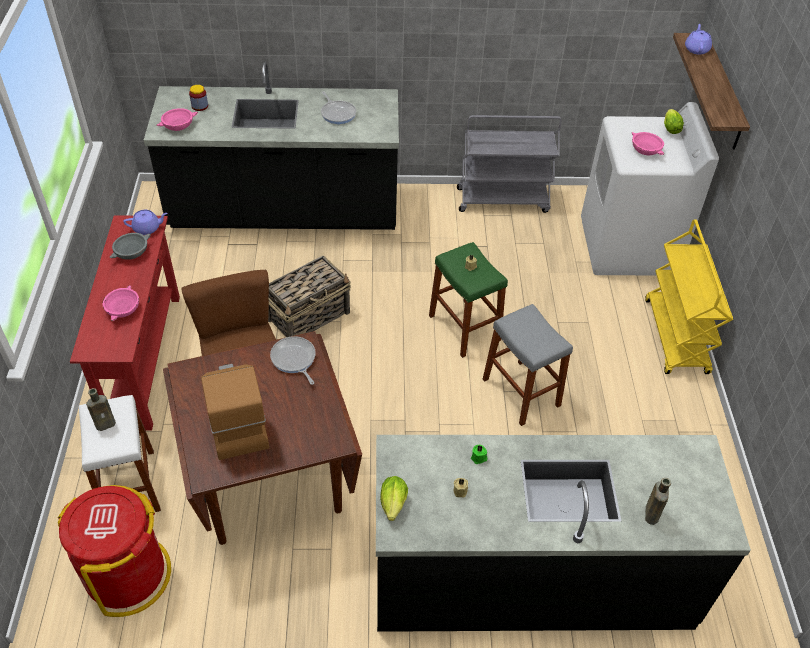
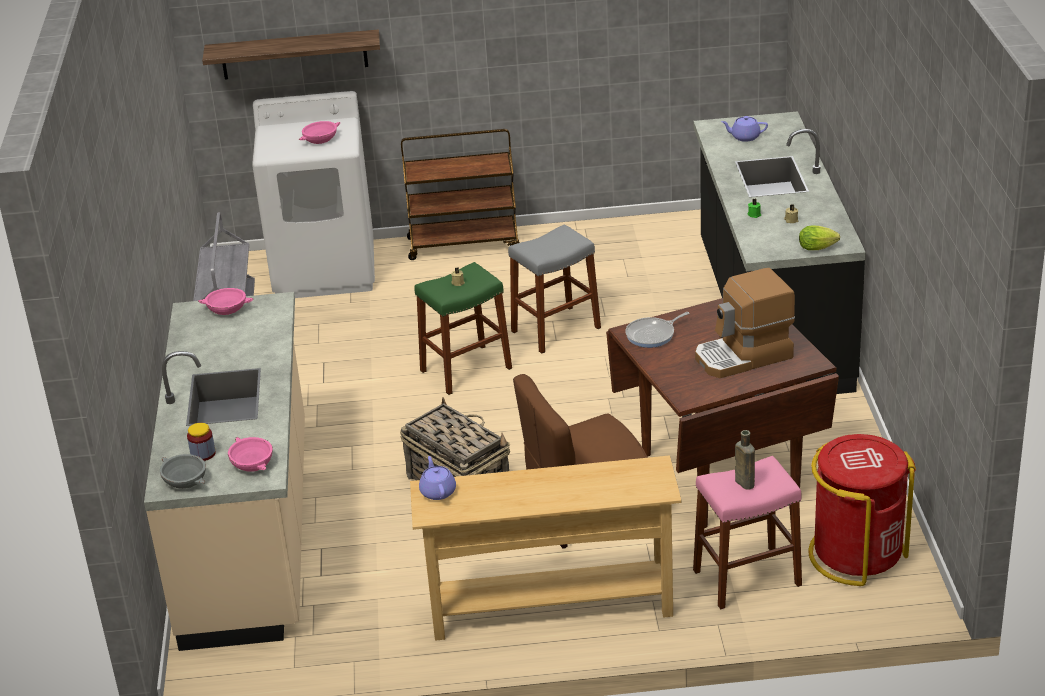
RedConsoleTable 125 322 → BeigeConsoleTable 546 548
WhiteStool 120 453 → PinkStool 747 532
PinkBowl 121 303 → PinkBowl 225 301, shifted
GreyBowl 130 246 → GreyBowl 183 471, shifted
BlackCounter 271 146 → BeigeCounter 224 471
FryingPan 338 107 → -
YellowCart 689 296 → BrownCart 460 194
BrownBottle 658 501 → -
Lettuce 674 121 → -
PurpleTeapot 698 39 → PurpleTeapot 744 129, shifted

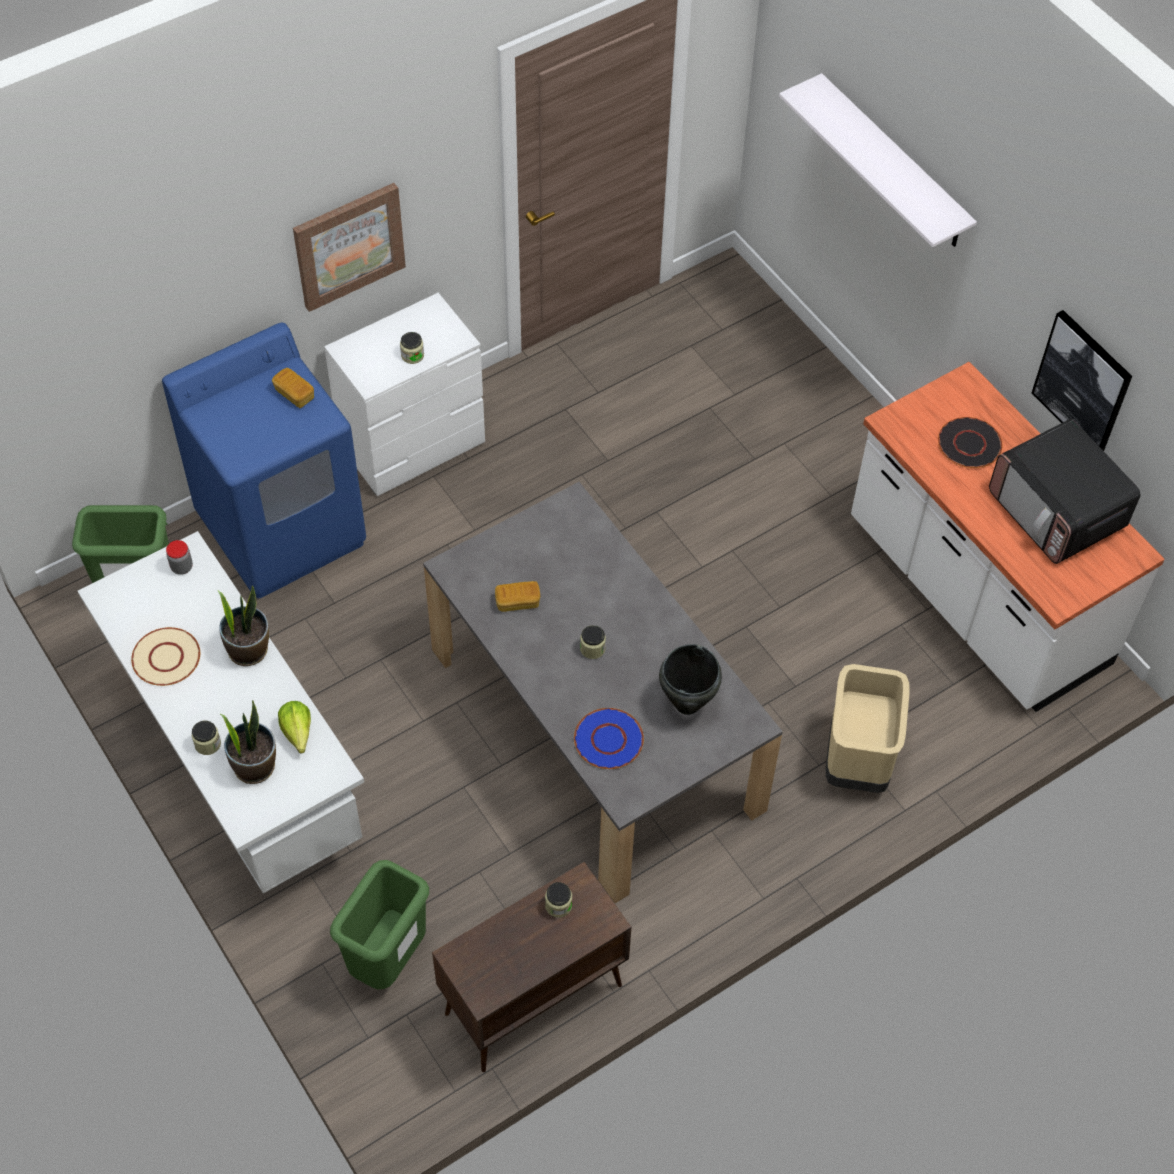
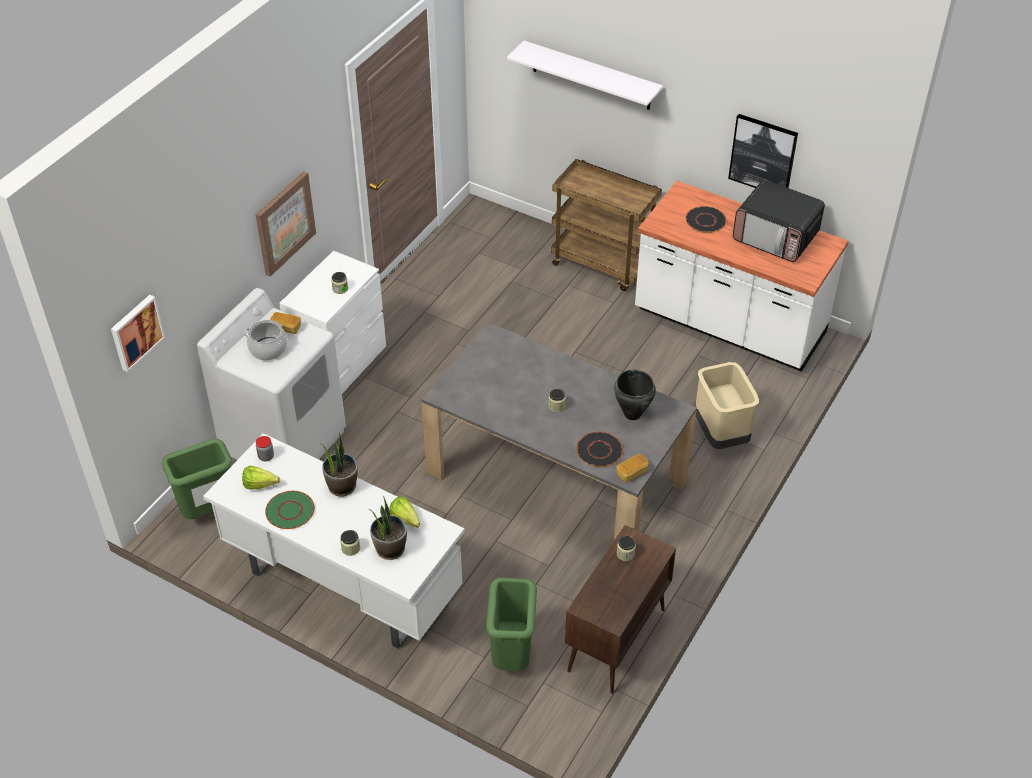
BeigePlate 165 656 → GreenPlate 290 510
BlueWashingMachine 264 460 → WhiteWashingMachine 271 374
Bread 517 596 → Bread 632 468, shifted
BluePlate 609 738 → BlackPlate 599 449
- → Picture 138 333
- → Lettuce 261 477
- → CookingPot 266 340
- → BrownCart 606 225

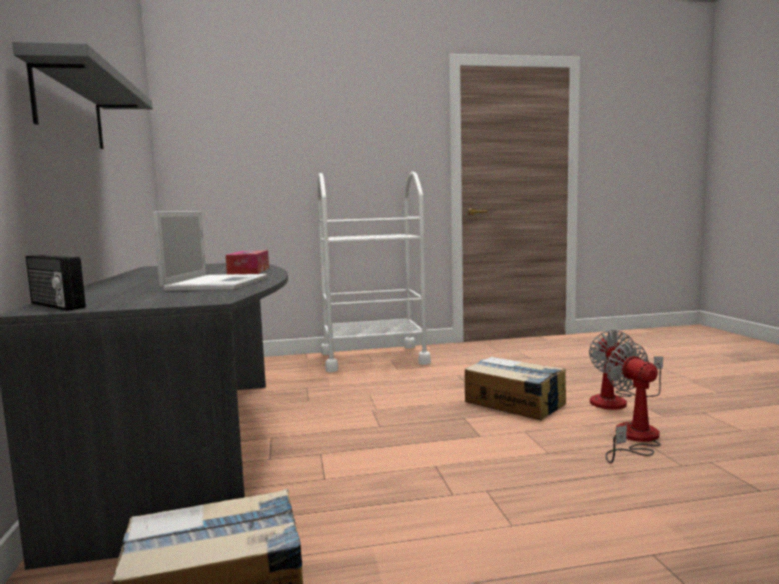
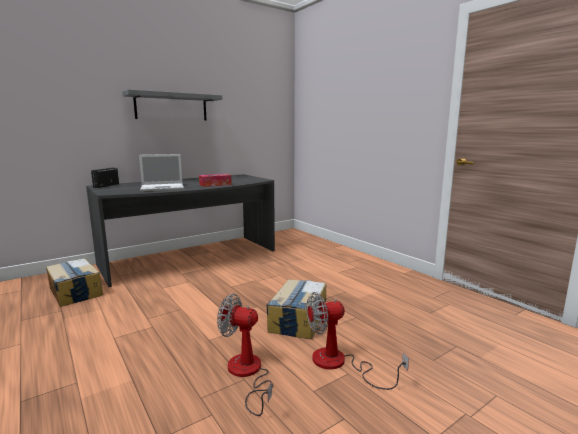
WhiteCart 374 271 → -
Fan 633 403 → Fan 245 355, 120 degrees counterclockwise

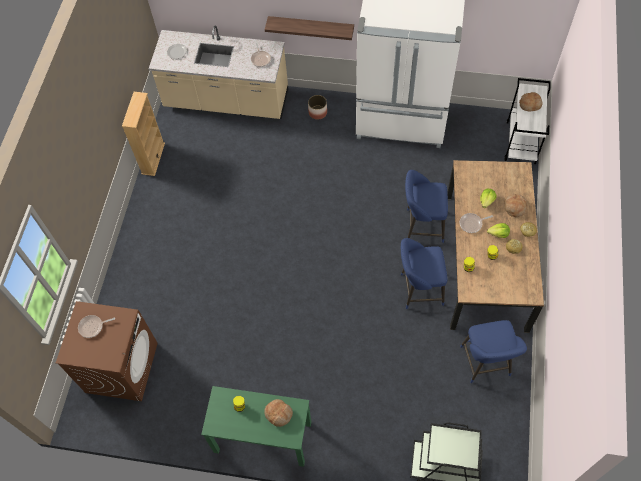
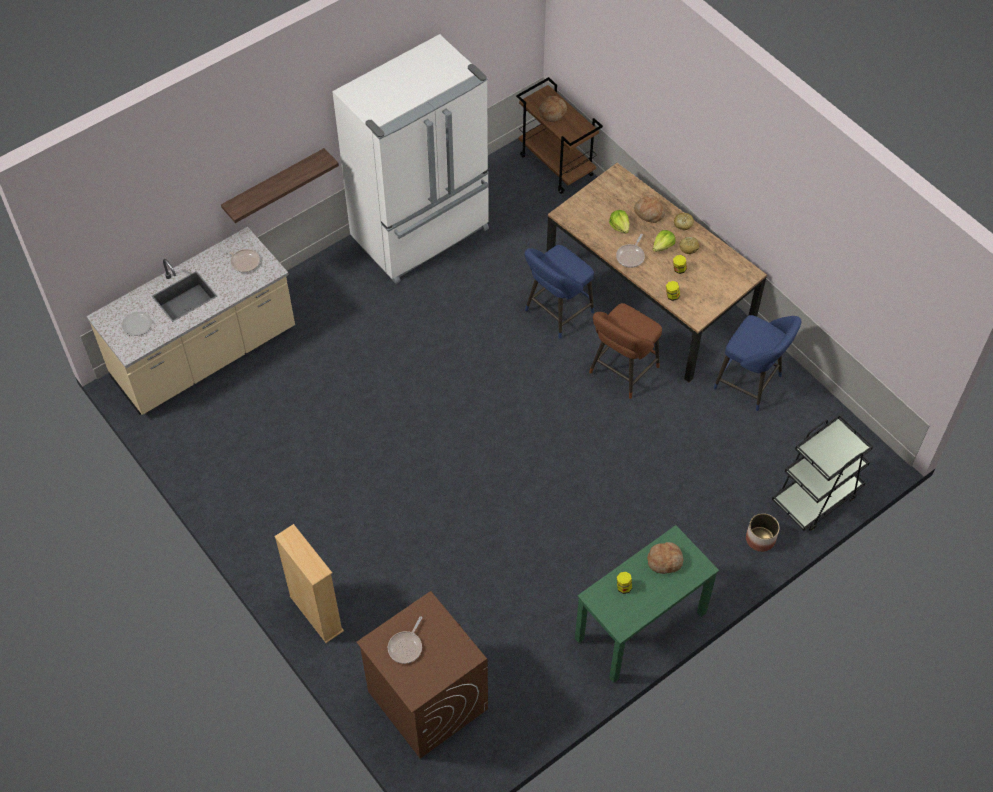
BeigeBookcase 143 134 → BeigeBookcase 309 583, shifted
Planter 317 107 → Planter 762 532, shifted
BlueStool 424 273 → BrownStool 625 351
WhiteCart 527 121 → BrownCart 559 135

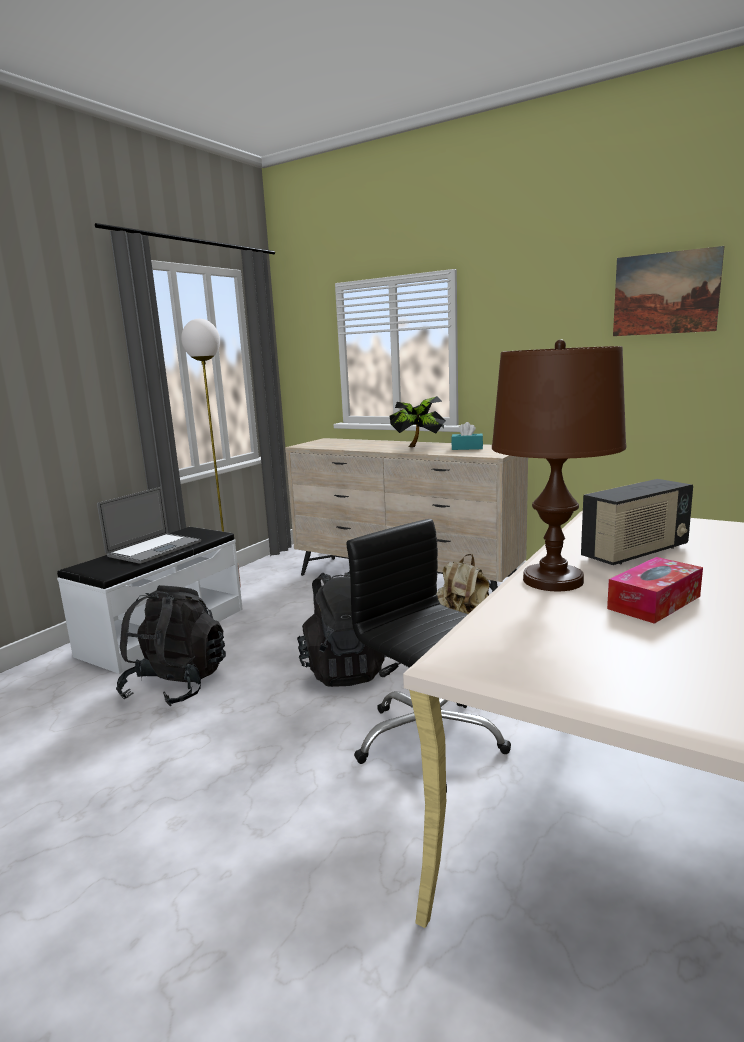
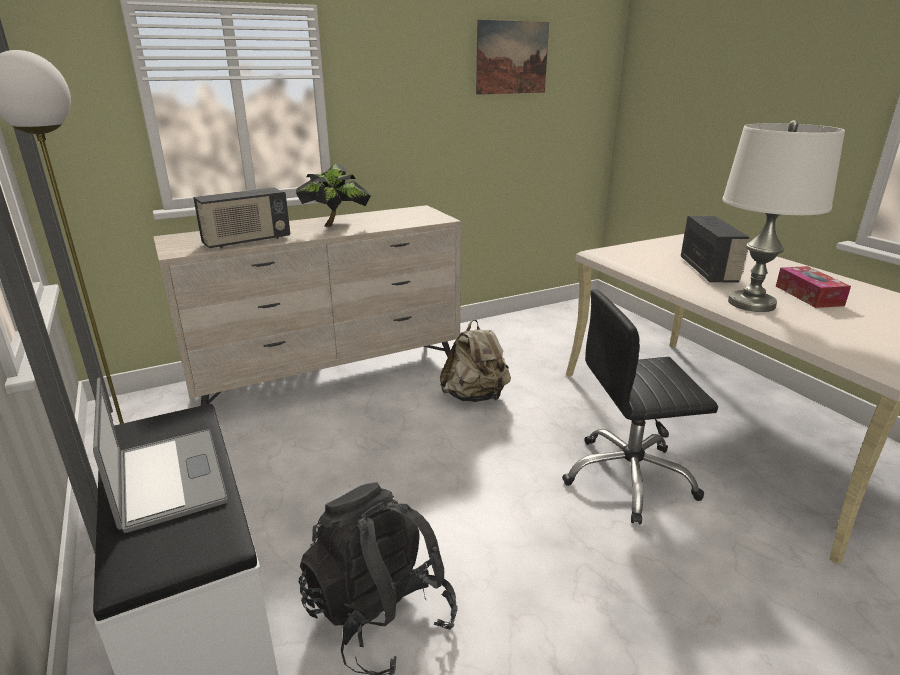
BlackBackpack 342 629 → -
TurquoiseTissueBox 467 436 → -
BrownTableLamp 559 465 → WhiteTableLamp 783 216
- → Radio 241 218

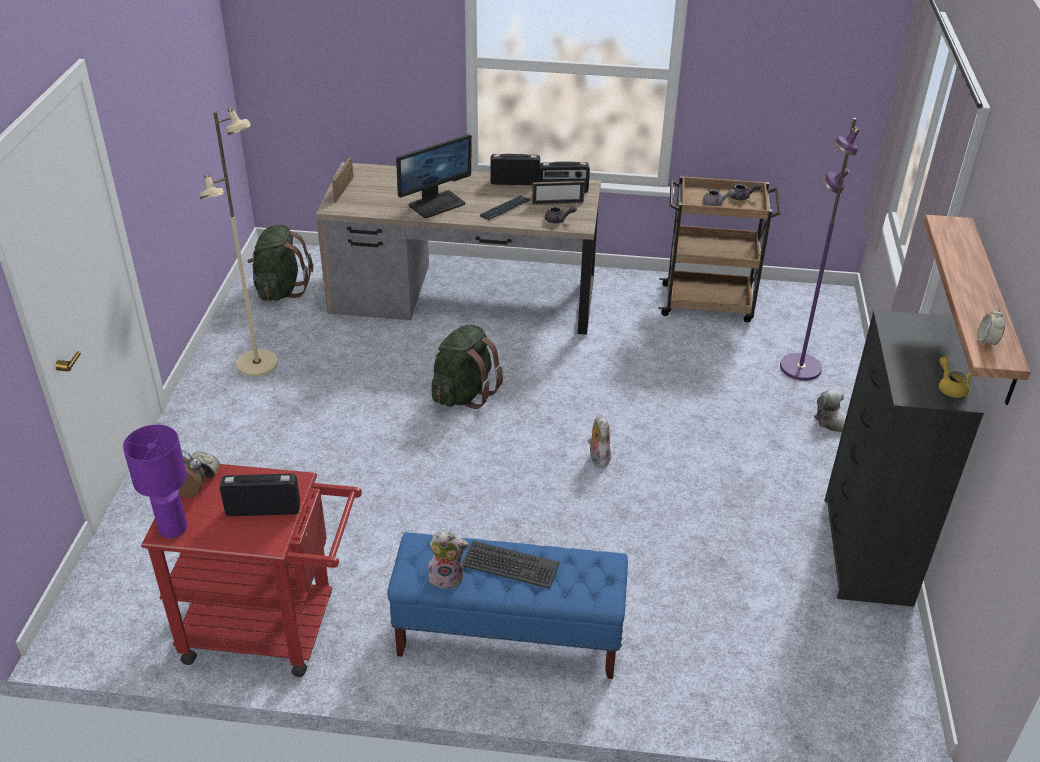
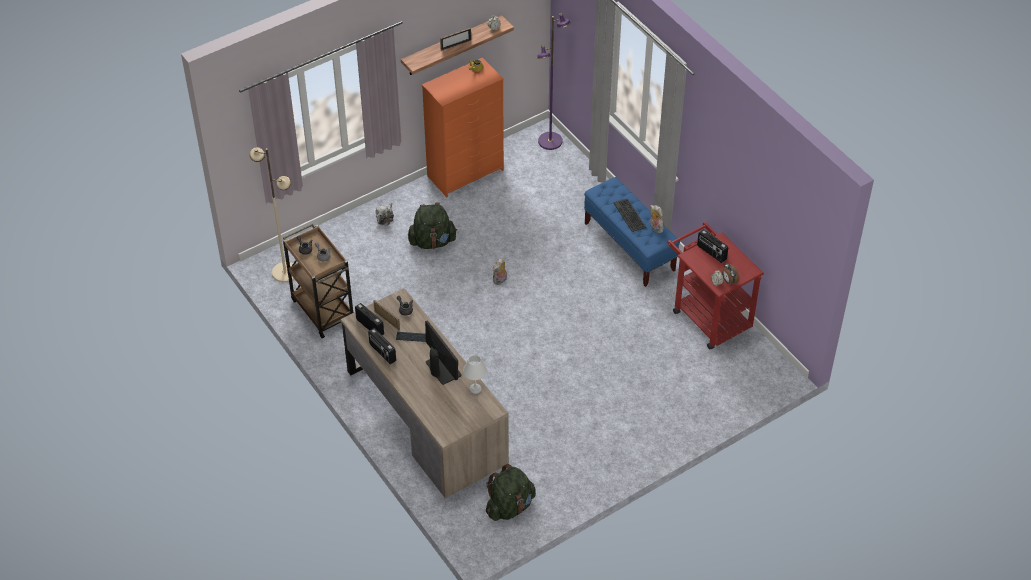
PurpleTableLamp 155 481 → -
BeigeFloorLamp 239 242 → BeigeFloorLamp 272 214, shifted
PictureFrame 343 179 → PictureFrame 455 39, shifted
Monitor 434 176 → Monitor 443 352, 45 degrees clockwise
GreenBackpack 467 366 → GreenBackpack 432 225, shifted
PurpleFloorLamp 820 249 → PurpleFloorLamp 554 81, shifted
BlackDresser 904 458 → OrangeDresser 463 127
- → WhiteTableLamp 475 374

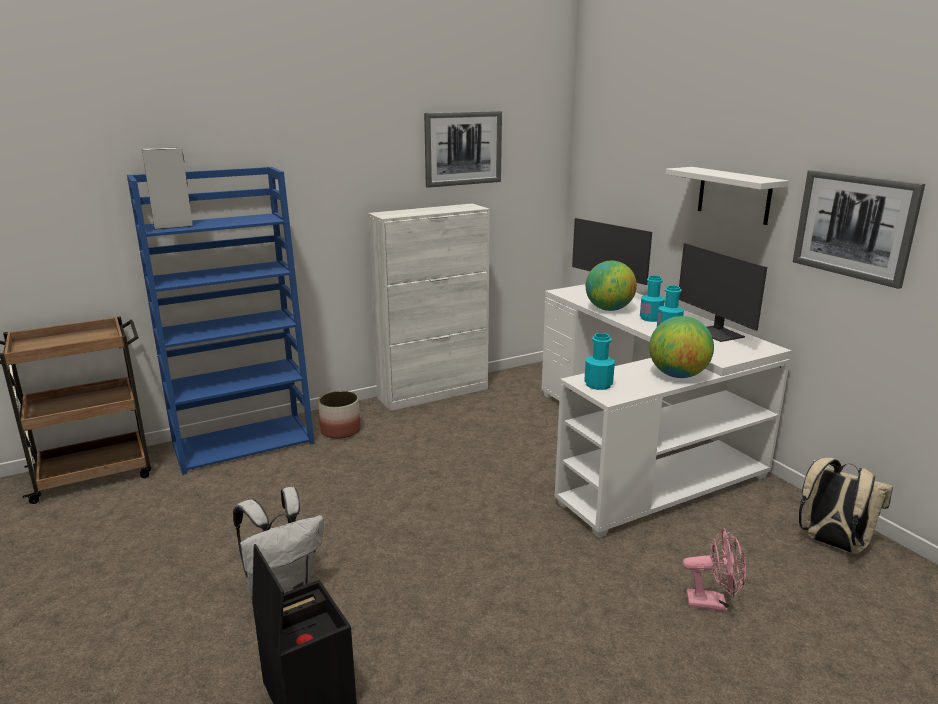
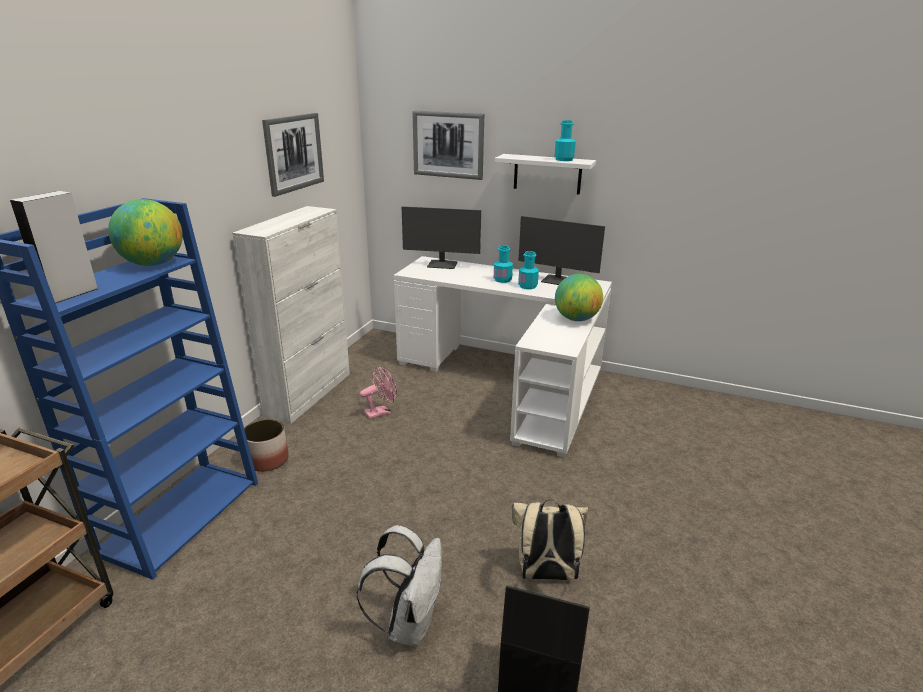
TurquoiseBottle 599 361 → TurquoiseBottle 565 140, shifted
Globe 611 286 → Globe 145 232, shifted
PinkFan 714 569 → PinkFan 378 392, shifted
Picture 859 229 → Picture 448 145, shifted
BeigeBackpack 846 506 → BeigeBackpack 550 539, shifted

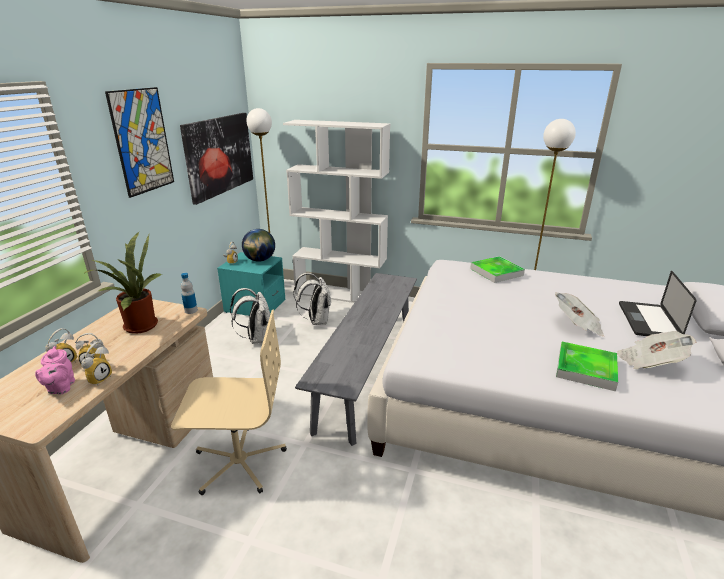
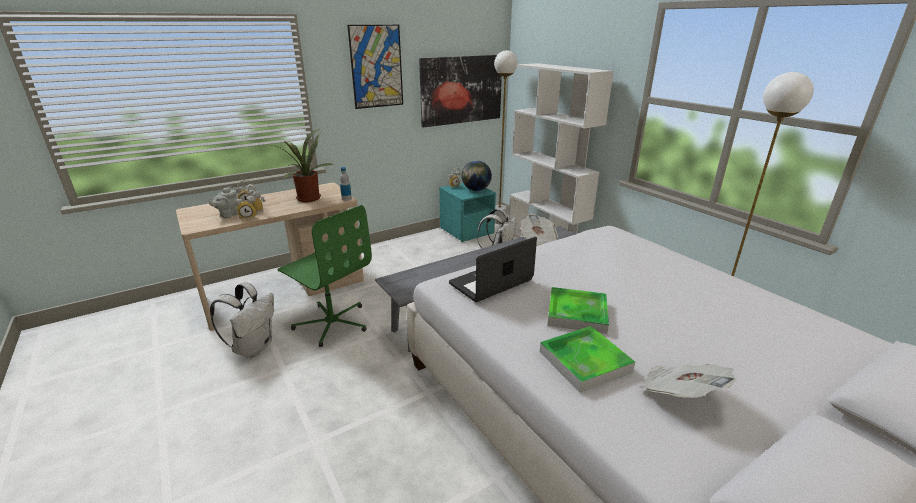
PinkTeapot 55 370 → GreyTeapot 223 202
BeigeOfficeChair 229 402 → GreenOfficeChair 325 276
WhiteBackpack 250 316 → WhiteBackpack 242 320, shifted
Tray 497 269 → Tray 578 310, shifted
Newspaper 579 314 → Newspaper 540 230, shifted
Laptop 657 303 → Laptop 493 269, shifted

